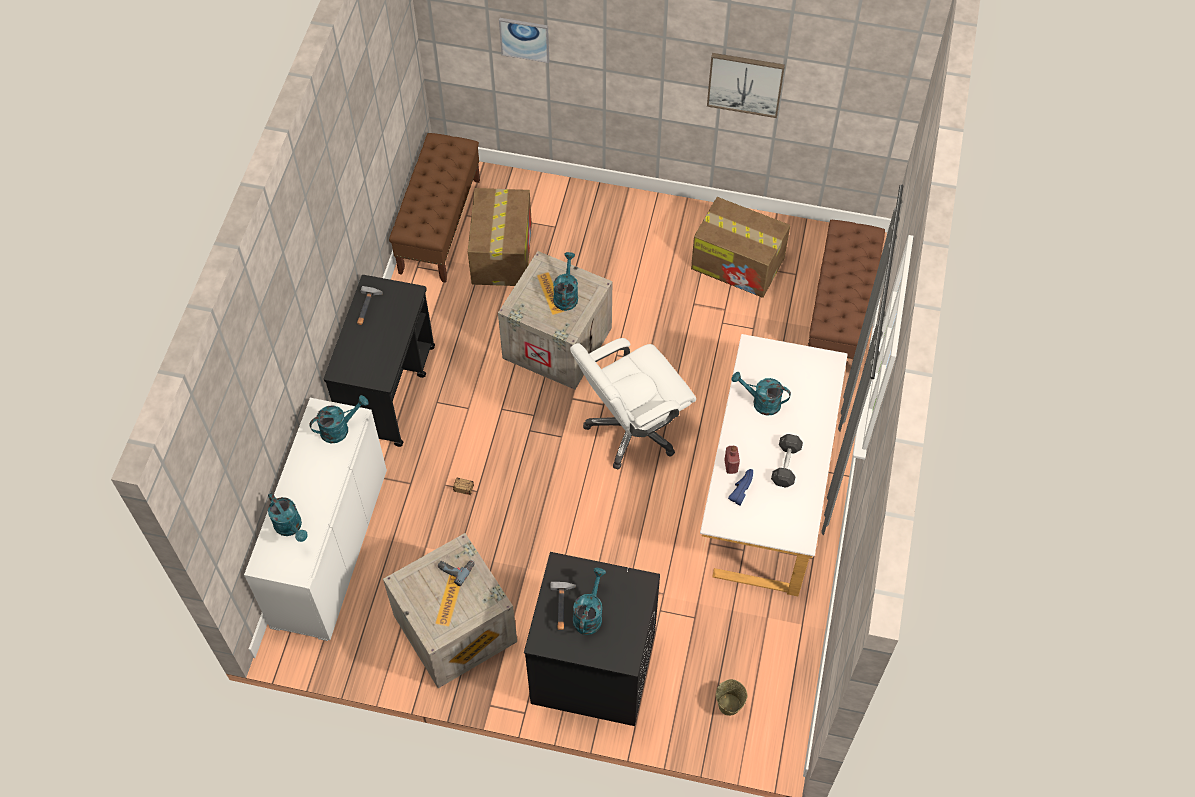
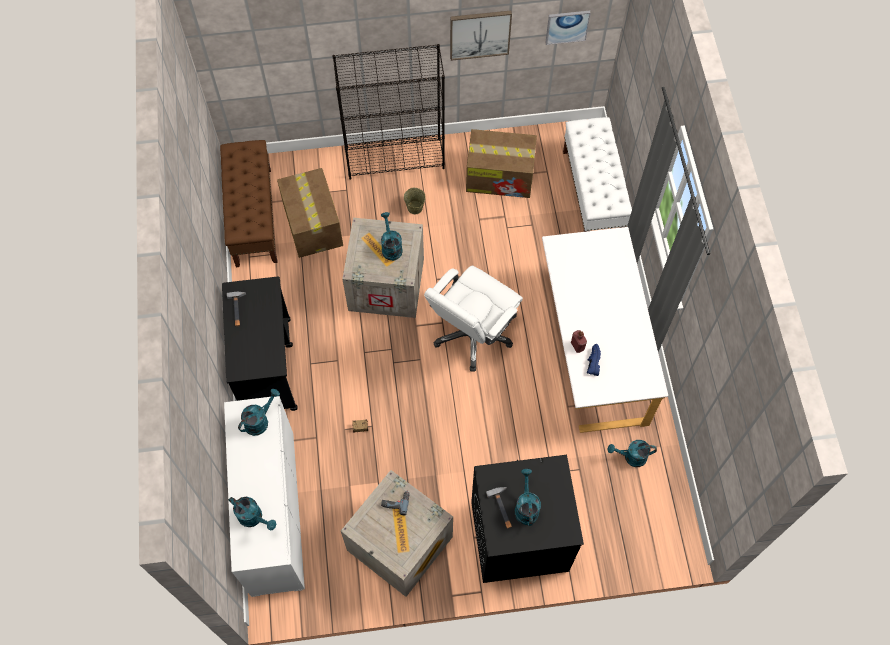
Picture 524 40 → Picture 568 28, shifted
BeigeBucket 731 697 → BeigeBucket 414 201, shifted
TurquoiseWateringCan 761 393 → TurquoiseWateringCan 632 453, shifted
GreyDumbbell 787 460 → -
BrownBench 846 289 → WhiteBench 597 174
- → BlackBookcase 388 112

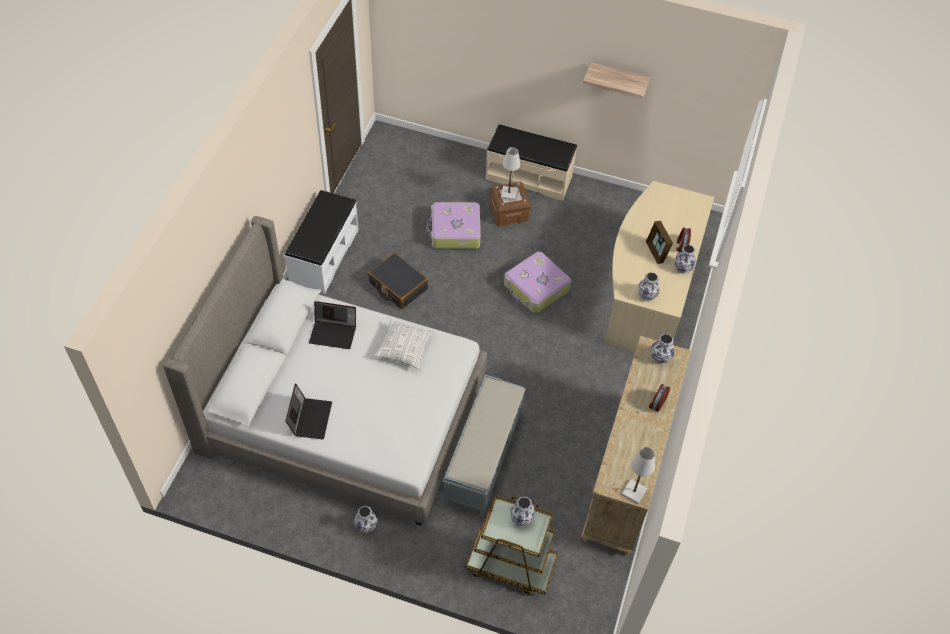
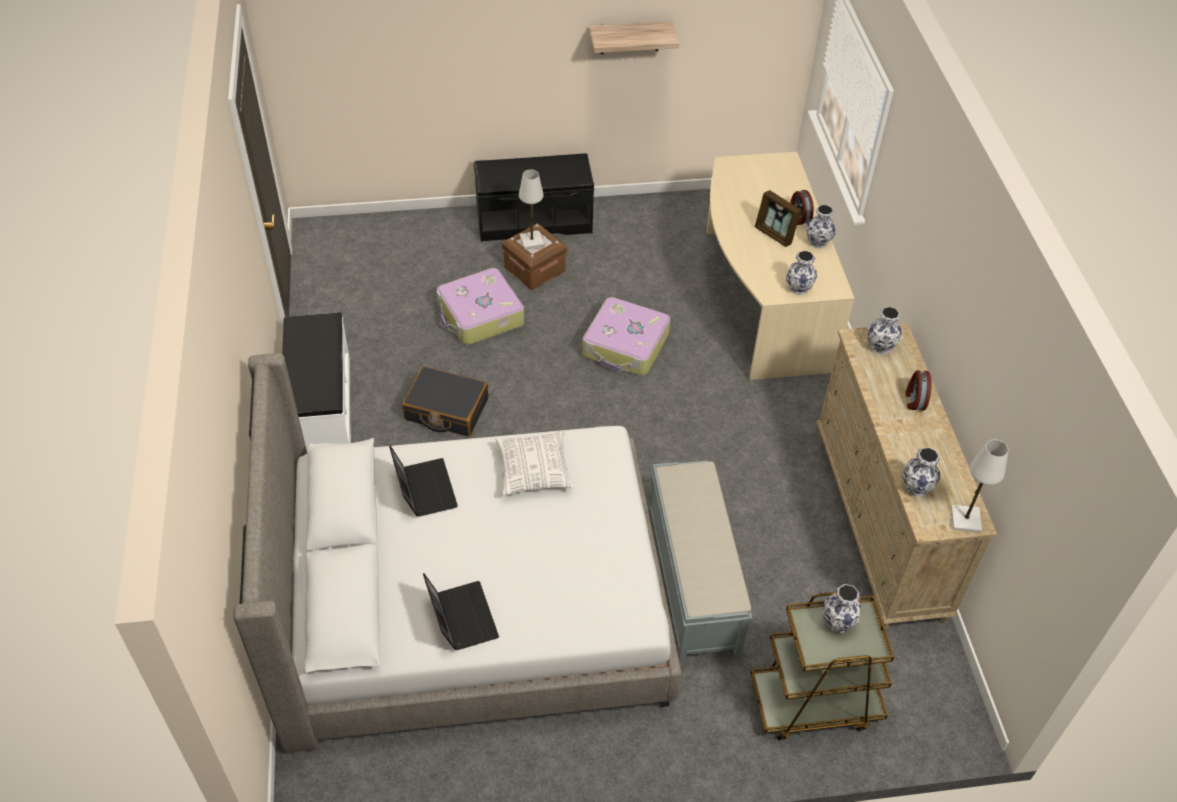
Laptop 332 325 → Laptop 423 481, 90 degrees counterclockwise
Vase 366 520 → Vase 921 472, shifted
BeigeBench 531 162 → BlackBench 534 197

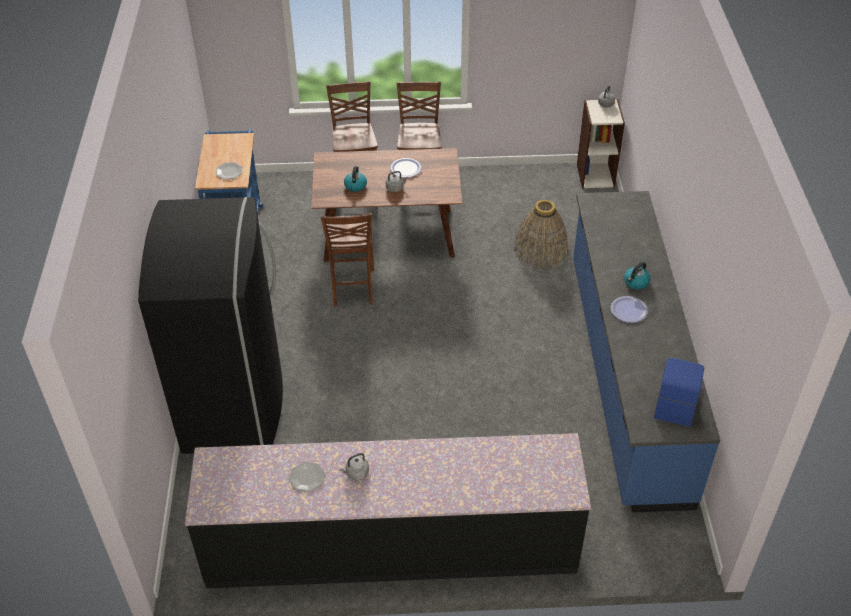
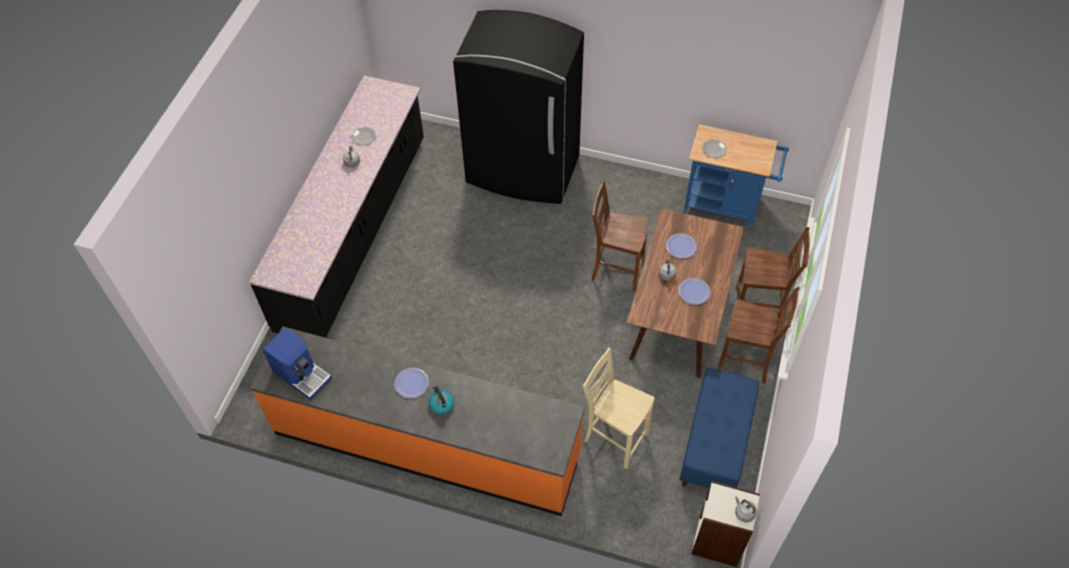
Kettle 355 179 → Plate 682 246
Basket 541 234 → BeigeChair 619 408
BlueCounter 646 352 → OrangeCounter 417 421
- → BlueBench 719 428

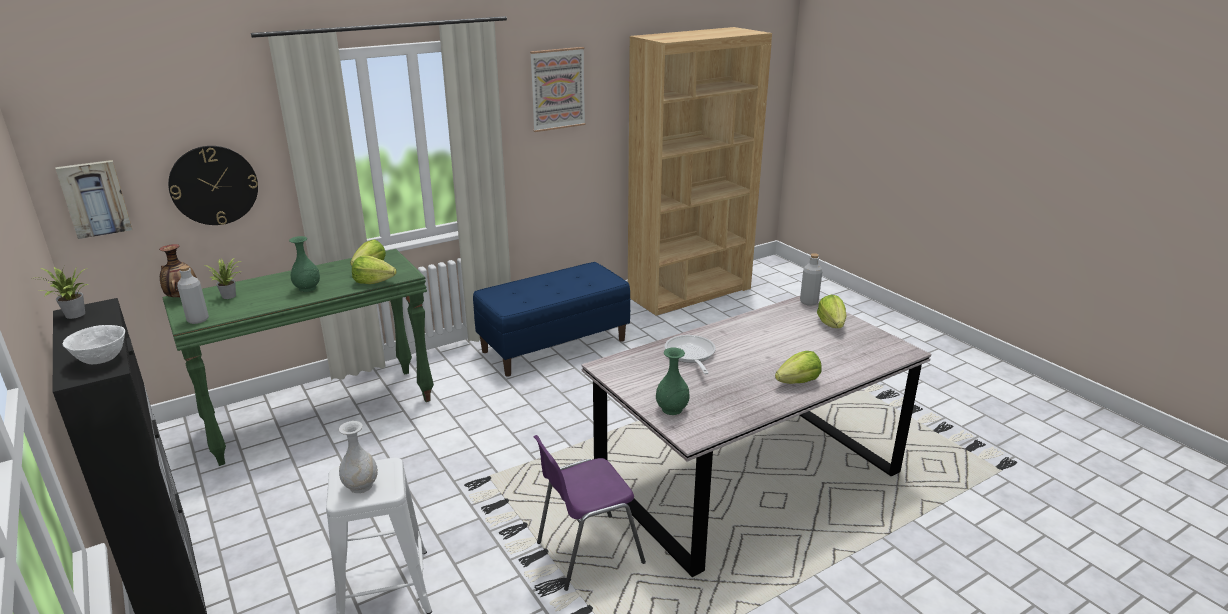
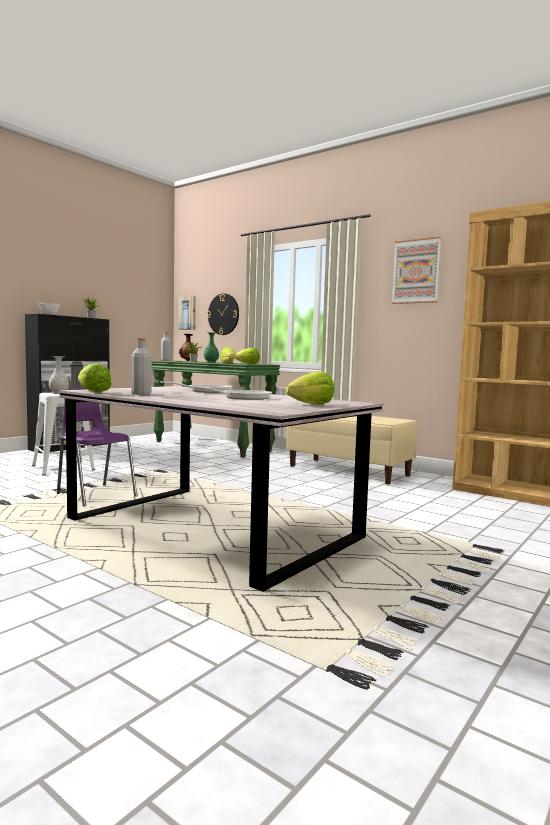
BlueBench 551 319 → BeigeBench 351 450
GreenVase 673 381 → -
Lettuce 798 367 → Lettuce 95 377, shifted
GreyBottle 811 279 → GreyBottle 141 366, shifted
- → FryingPan 230 392

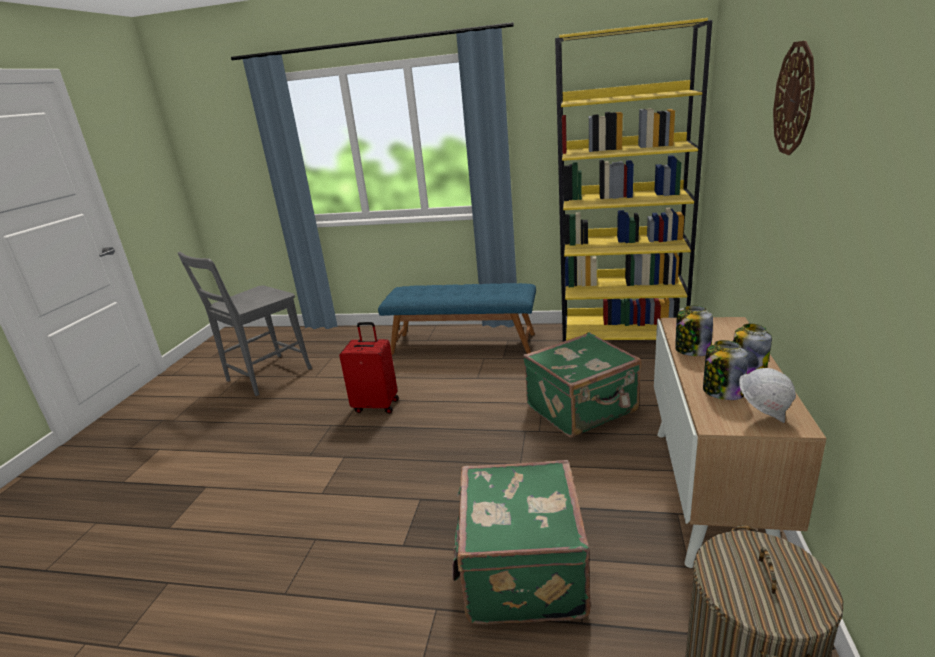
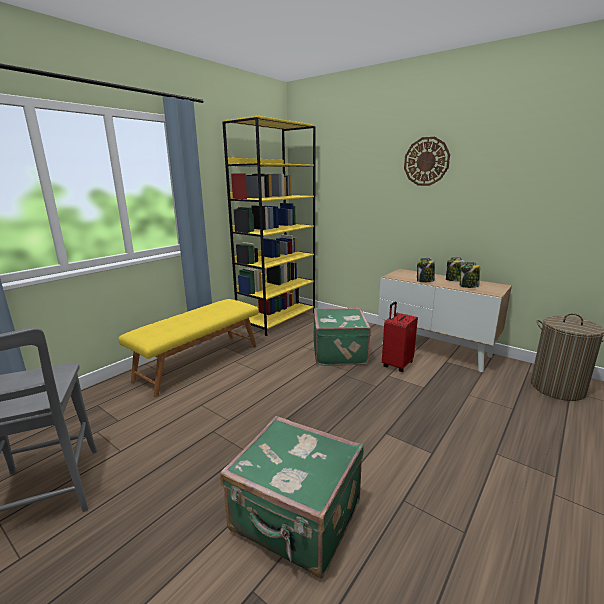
RedSuitcase 369 367 → RedSuitcase 400 336, shifted
BlueBench 457 319 → YellowBench 188 348
GreenSuitcase 521 542 → GreenSuitcase 292 497, shifted
WhiteHardHat 767 395 → -

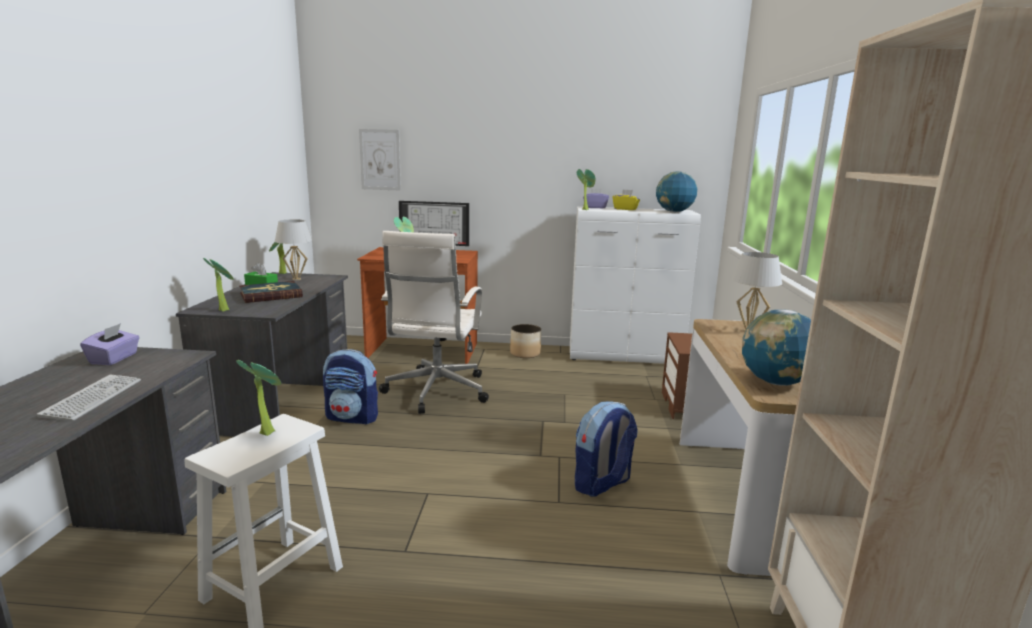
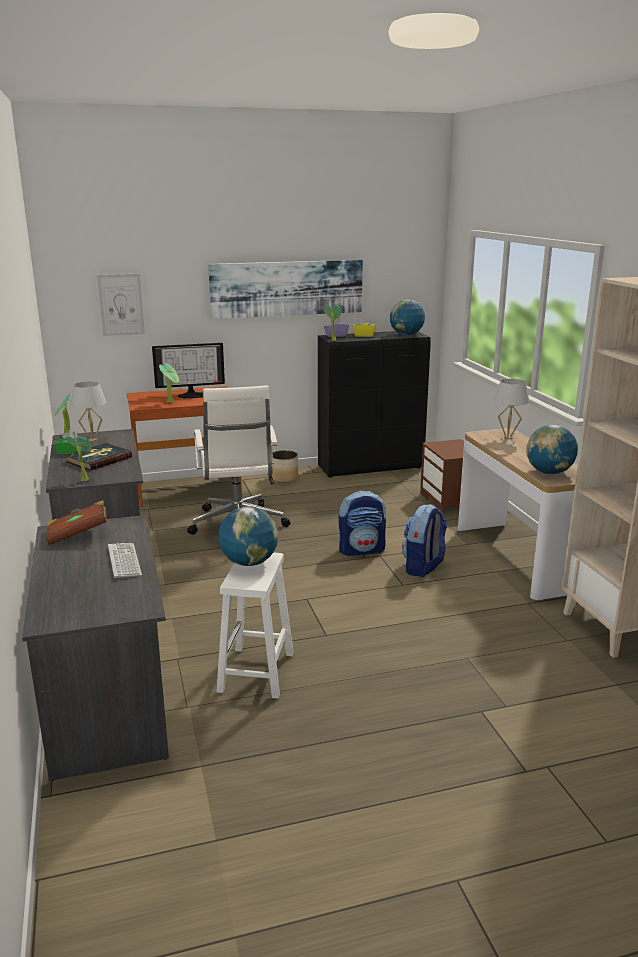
PurpleTissueBox 110 344 → BrownBook 76 522
PottedPlant 258 398 → Globe 248 536
Backpack 350 387 → Backpack 362 523, shifted
WhiteCabinet 635 285 → BlackCabinet 374 404
- → Picture 285 289

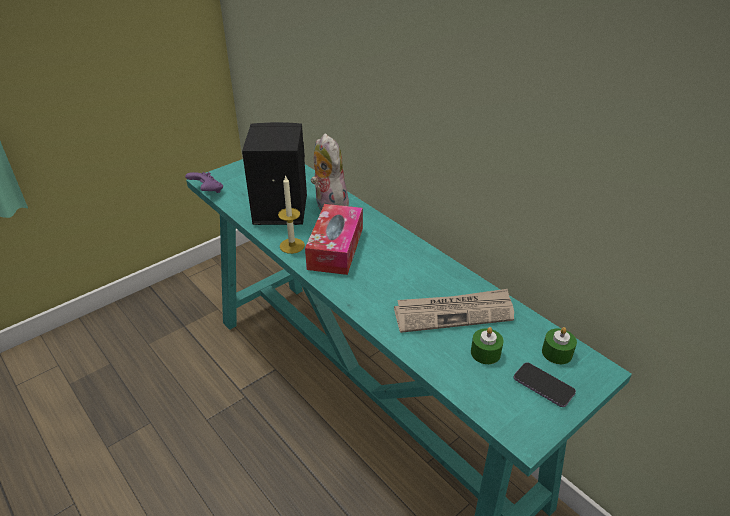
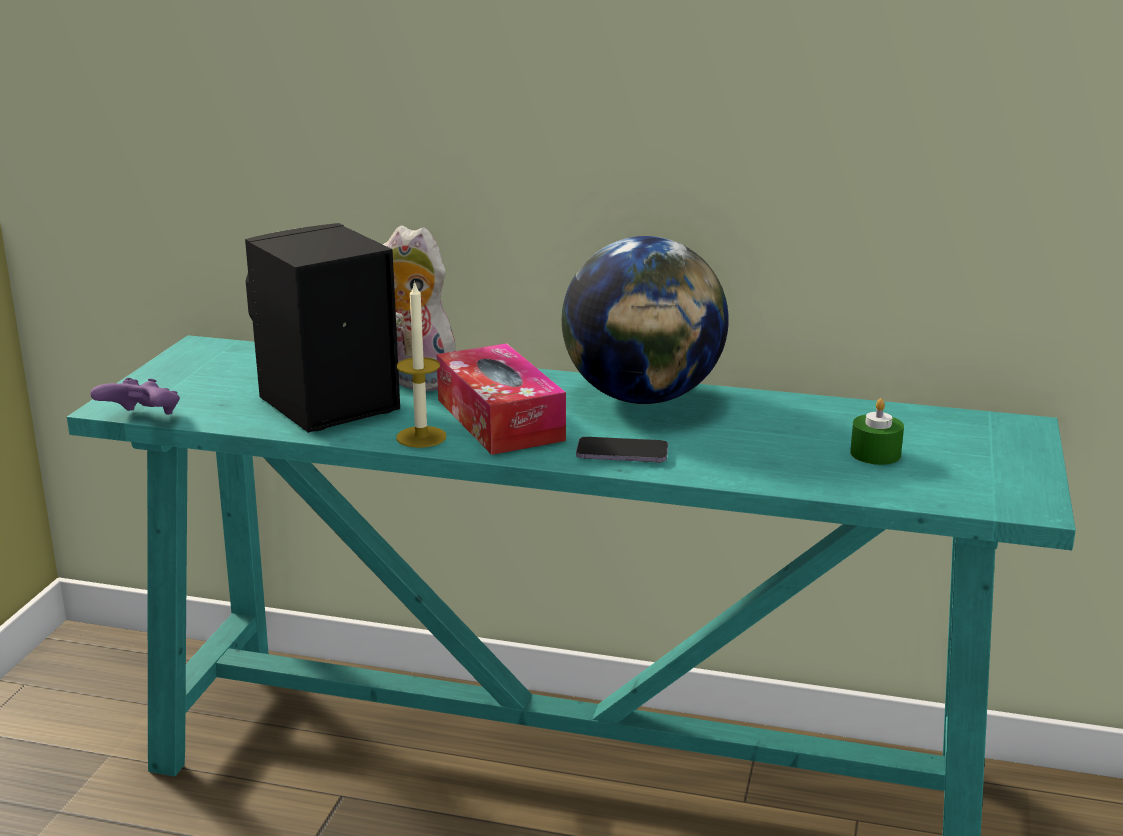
Newspaper 454 311 → -
Phone 545 384 → Phone 622 450, shifted
GreenCandle 559 345 → -
- → Globe 645 320

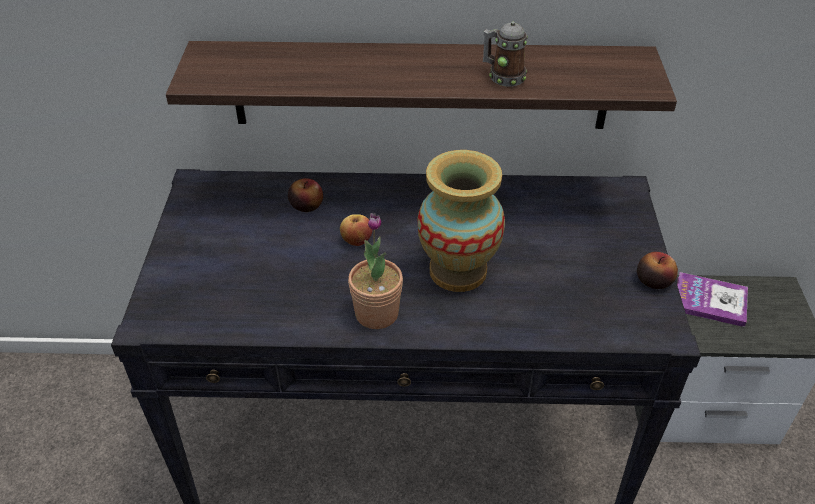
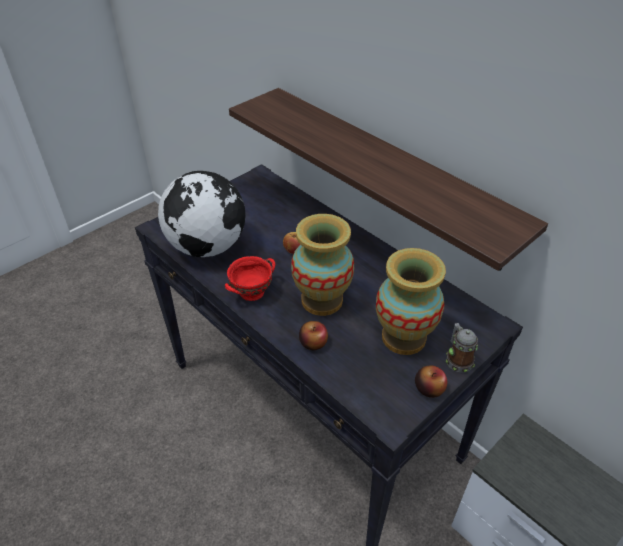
Apple 305 195 → Apple 313 335, shifted
PottedPlant 375 271 → RedBowl 250 278
Mug 505 54 → Mug 462 347, shifted
Book 712 299 → -
- → Globe 201 214
- → Vase 411 301

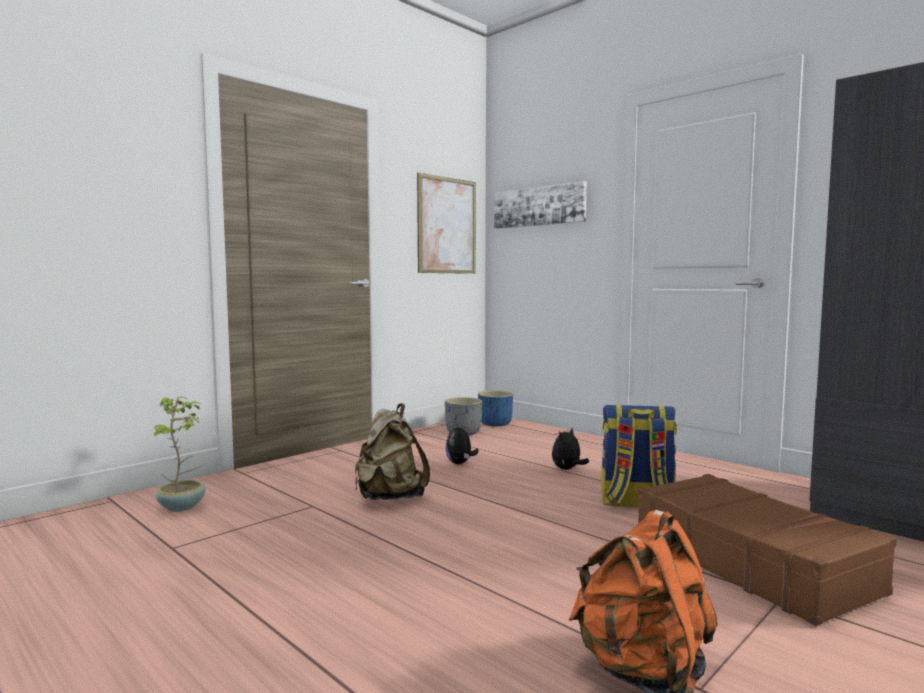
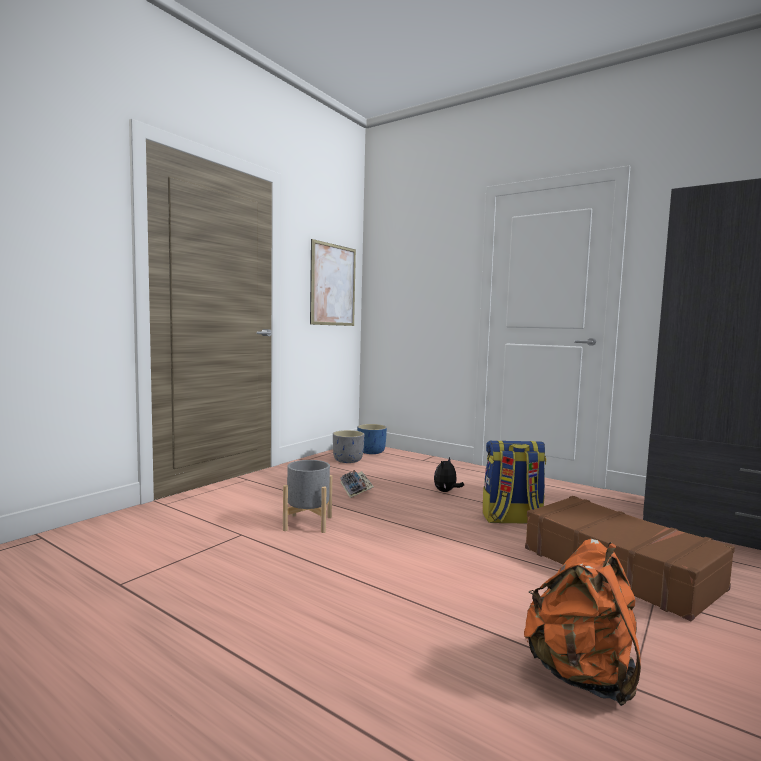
PottedPlant 179 454 → -
BeigeBackpack 392 451 → GreyPlanter 307 496
PlushToy 462 444 → Keyboard 357 484
Picture 540 205 → -

